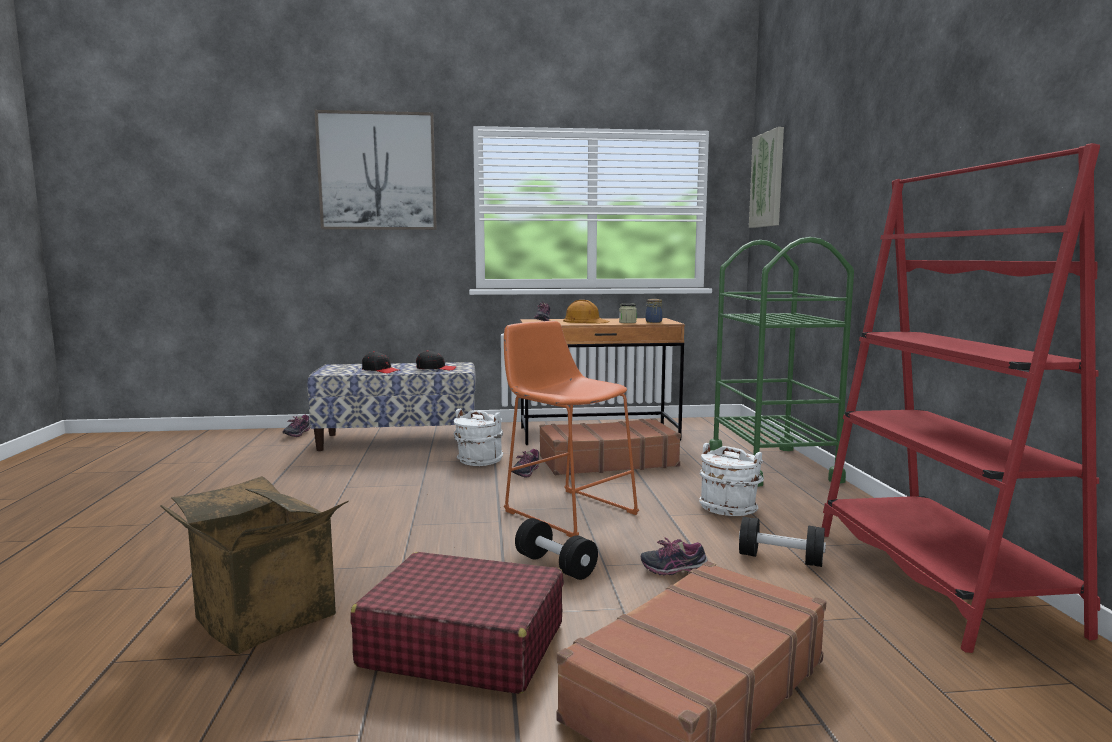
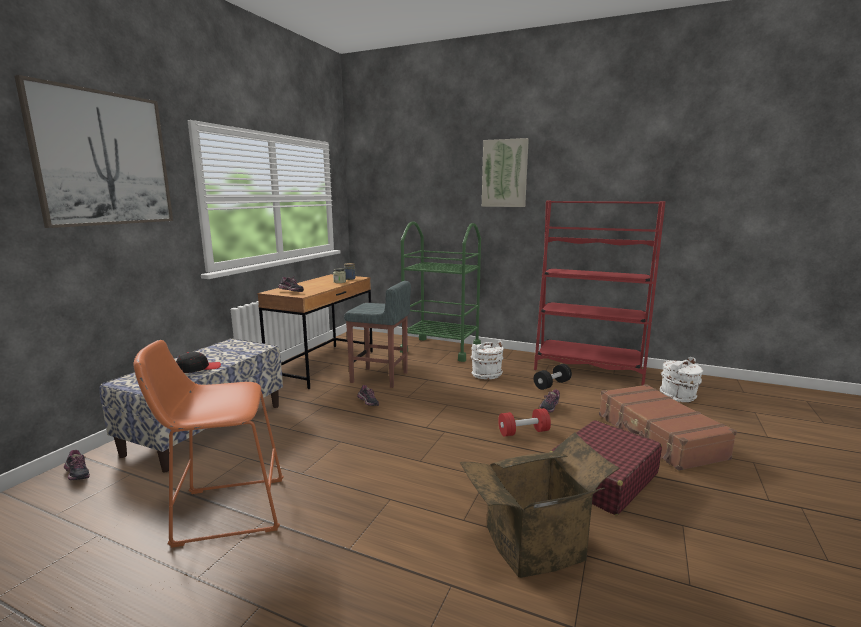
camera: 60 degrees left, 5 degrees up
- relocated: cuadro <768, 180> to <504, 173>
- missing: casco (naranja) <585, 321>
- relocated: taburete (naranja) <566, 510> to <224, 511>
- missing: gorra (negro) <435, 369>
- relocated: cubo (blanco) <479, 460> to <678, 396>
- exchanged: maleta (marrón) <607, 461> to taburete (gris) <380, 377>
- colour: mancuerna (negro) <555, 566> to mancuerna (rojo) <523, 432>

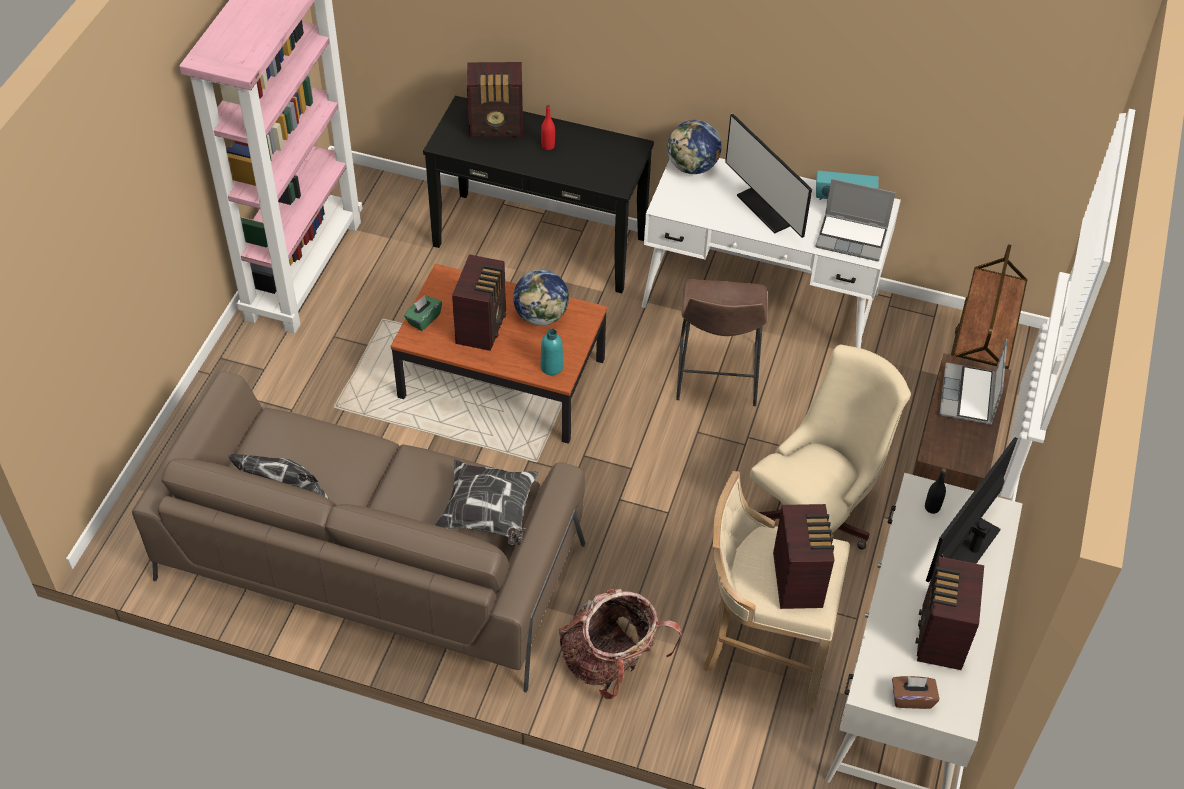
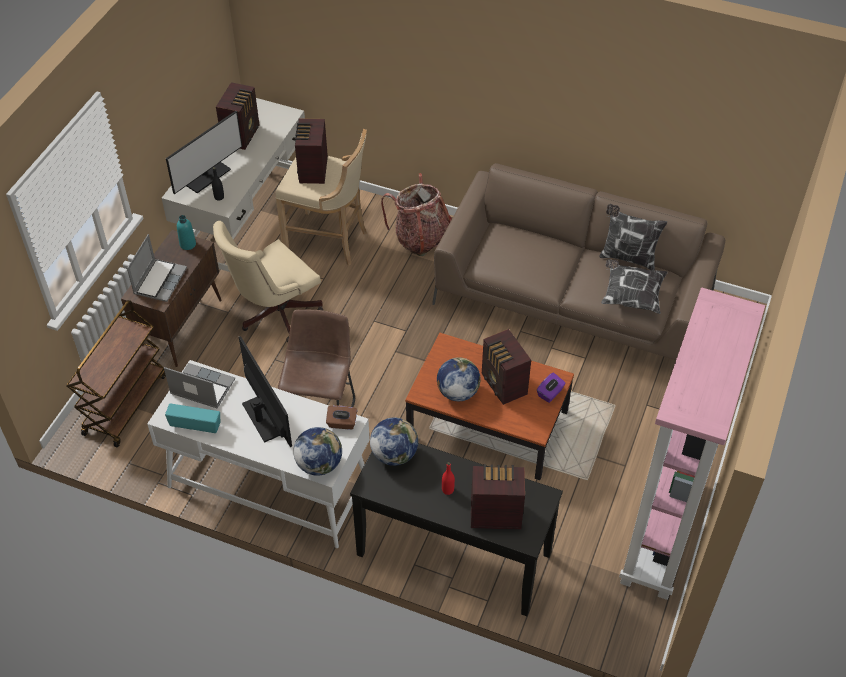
camera: 175 degrees left, 0 degrees up
- spun: radio <482, 326> = <503, 385> 45 degrees counterclockwise
- colour: caja de pañuelos (verde) <423, 319> to caja de pañuelos (morado) <550, 393>
- relocated: botella (turquesa) <551, 367> to <188, 244>
- relocated: cojín <489, 514> to <631, 295>
- relocated: caja de pañuelos (marrón) <912, 698> to <342, 423>
- appeared: globo terráqueo <394, 454>

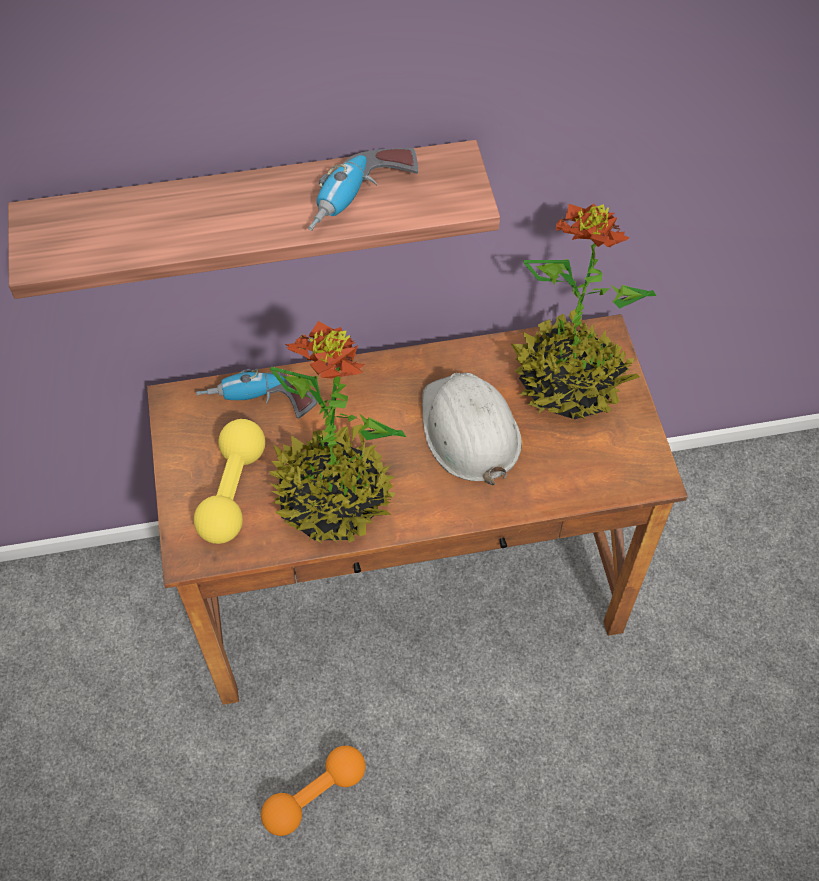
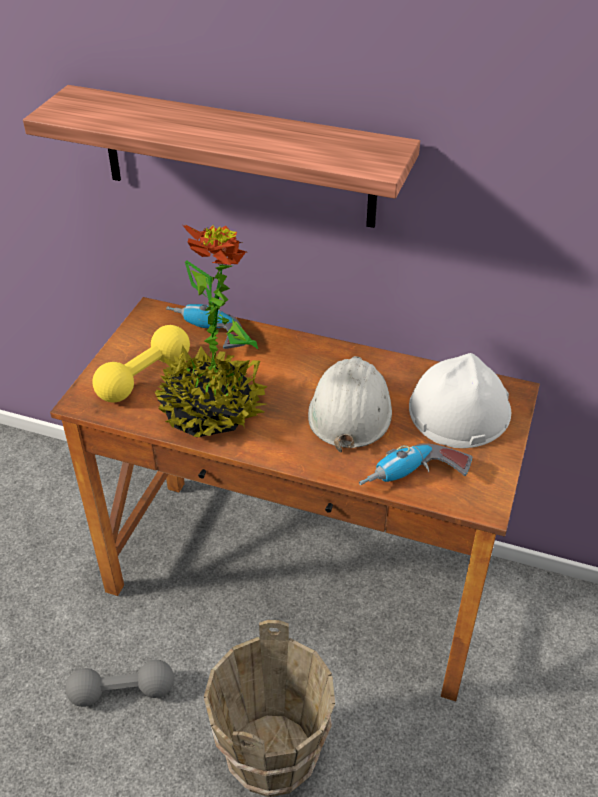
camera: 30 degrees right, 15 degrees down
- relocated: taladro <361, 200> to <414, 479>
- exchanged: planta en maceta <569, 381> to casco (blanco) <458, 410>
- colour: mancuerna (naranja) <315, 795> to mancuerna (gris) <122, 692>
- appeared: cubo (marrón) <273, 756>

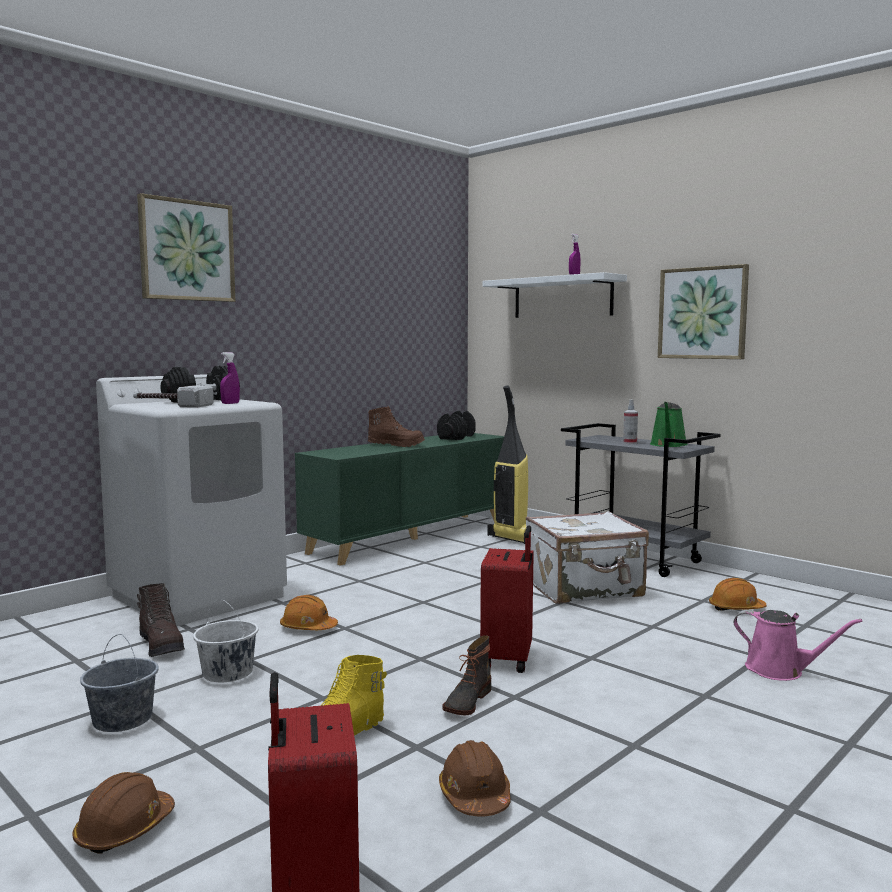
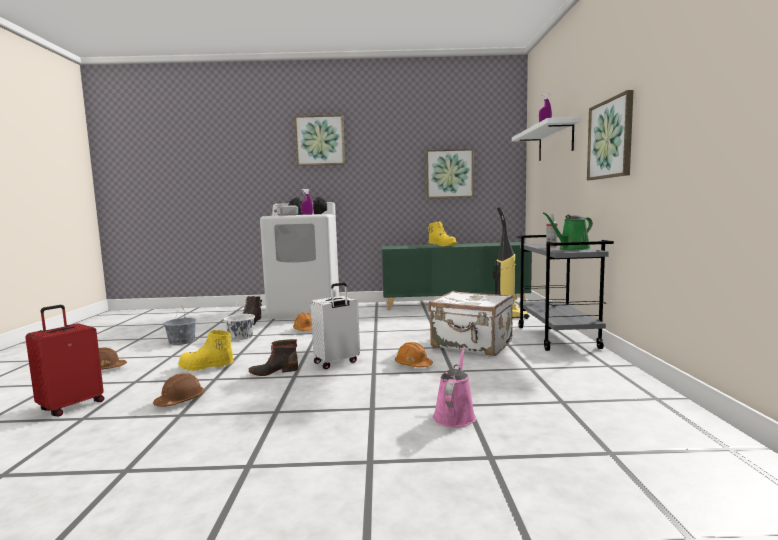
camera: 45 degrees right, 0 degrees up
- colour: bota (marrón) <396, 445> to bota (amarillo) <442, 245>
- missing: mancuerna (negro) <456, 437>
- colour: maleta (rojo) <509, 659> to maleta (blanco) <337, 362>
- relocated: casco (naranja) <736, 608> to <413, 365>
- spun: regadera (rosa) <780, 670> = <455, 415> 150 degrees counterclockwise
- appeared: cuadro <449, 173>

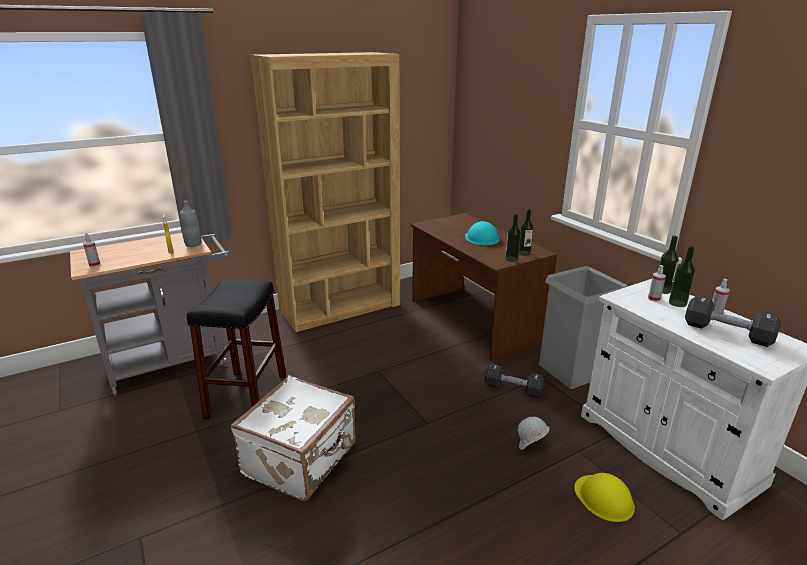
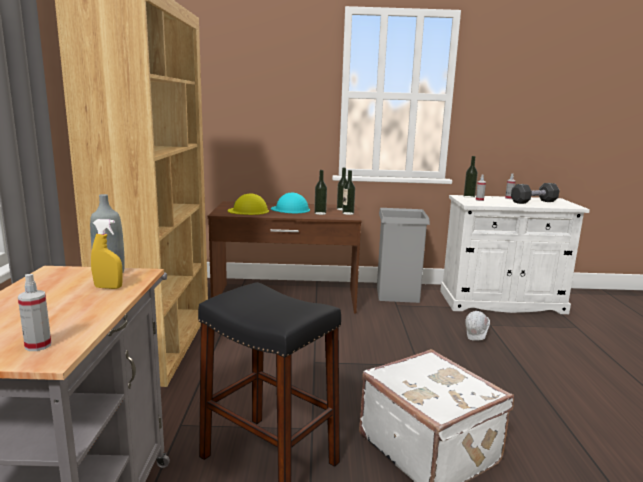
camera: 60 degrees left, 10 degrees down
- relocated: botella <677, 303> to <320, 213>
- missing: mancuerna (negro) <513, 389>
- relocated: casco (amarillo) <604, 498> to <248, 211>

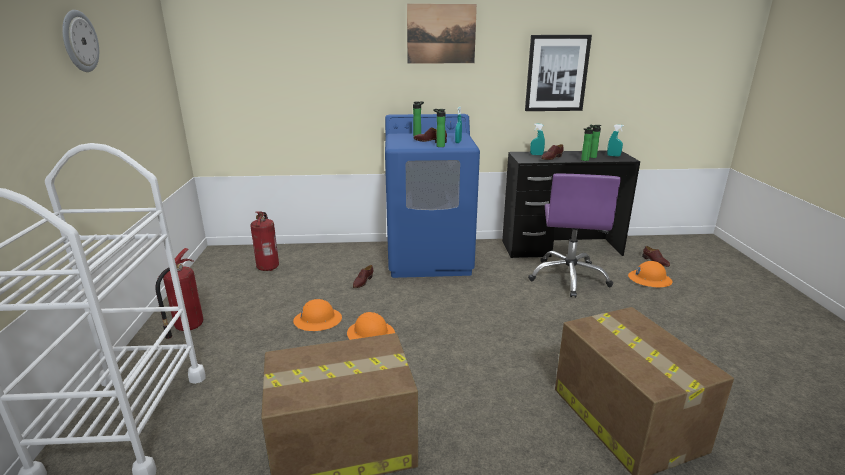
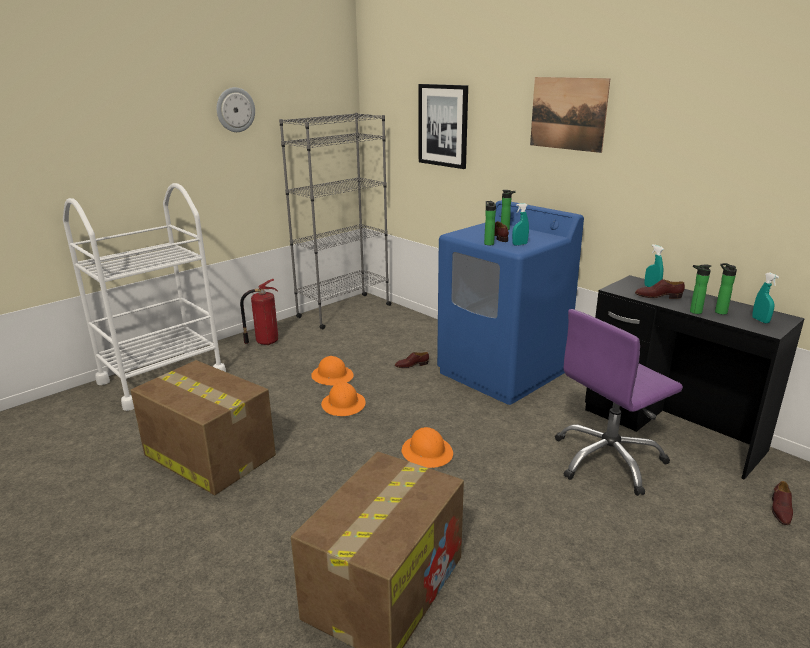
camera: 50 degrees right, 0 degrees up
- relocated: cuadro <556, 73> to <443, 125>
- missing: extintor <268, 267>
- relocated: casco (naranja) <649, 279> to <427, 453>
- appeared: estantería (gris) <344, 311>

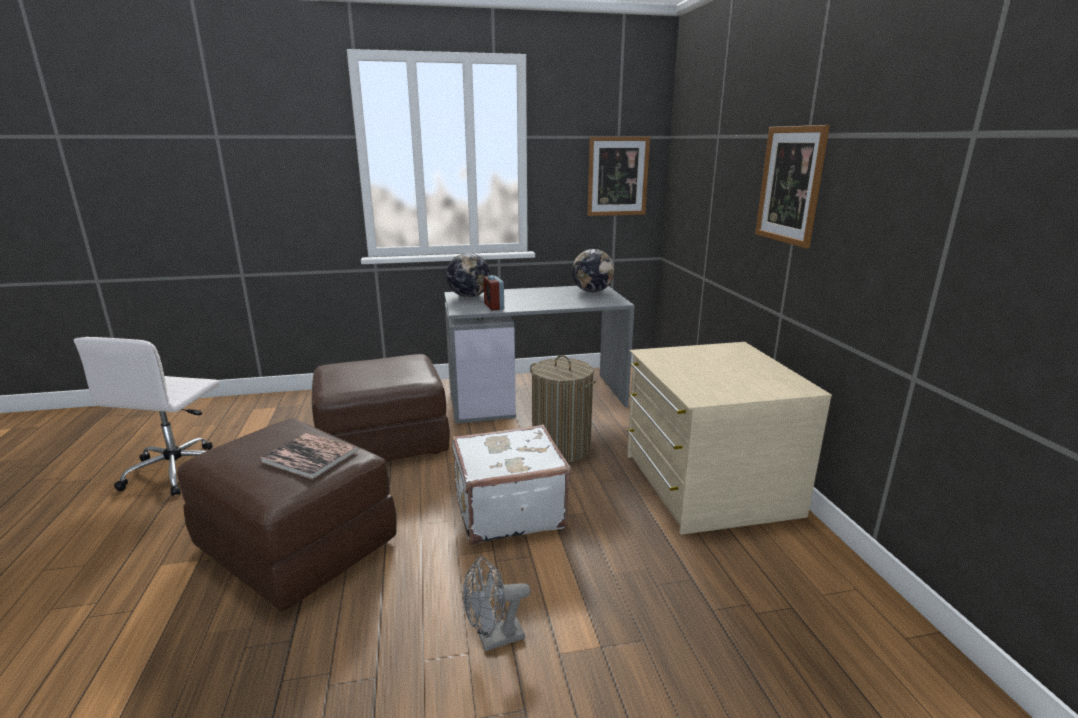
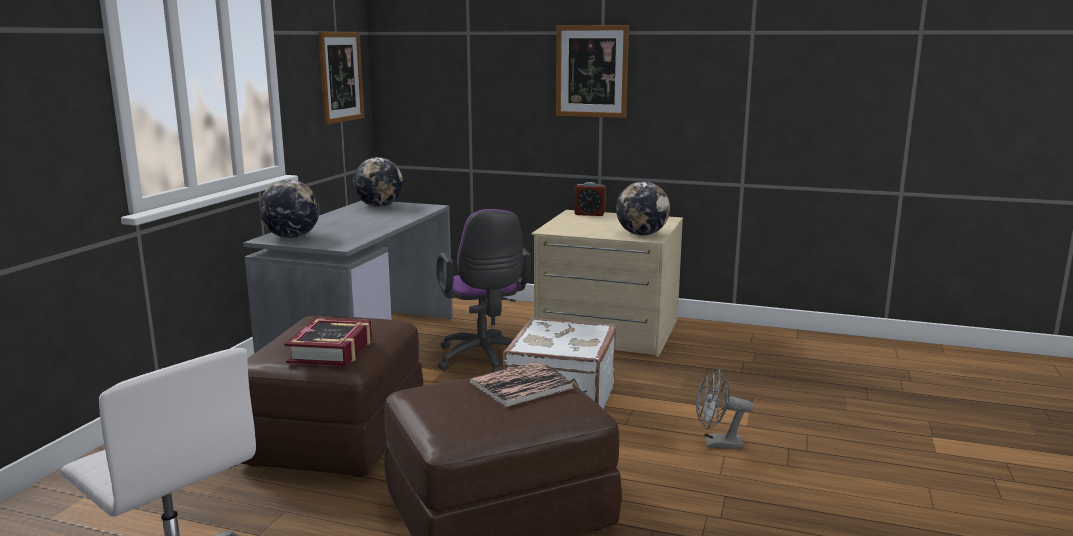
camera: 60 degrees left, 5 degrees down
- relocated: despertador <494, 306> to <589, 214>
- exchanged: cesto de la ropa <561, 448> to silla de oficina (morado) <484, 360>
- spun: ventilador (gris) <494, 639> = <717, 444> 90 degrees clockwise
- appeared: globo terráqueo <641, 234>
- appeared: libro <332, 350>

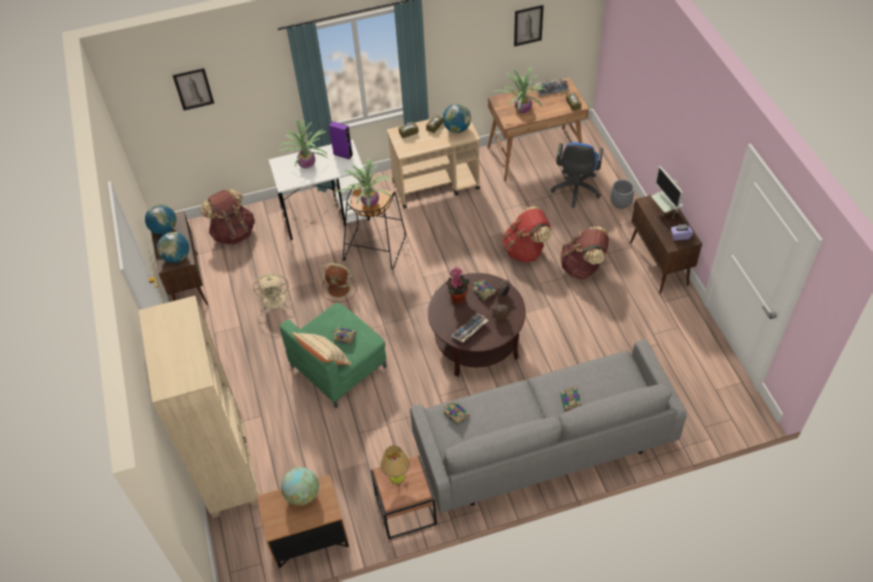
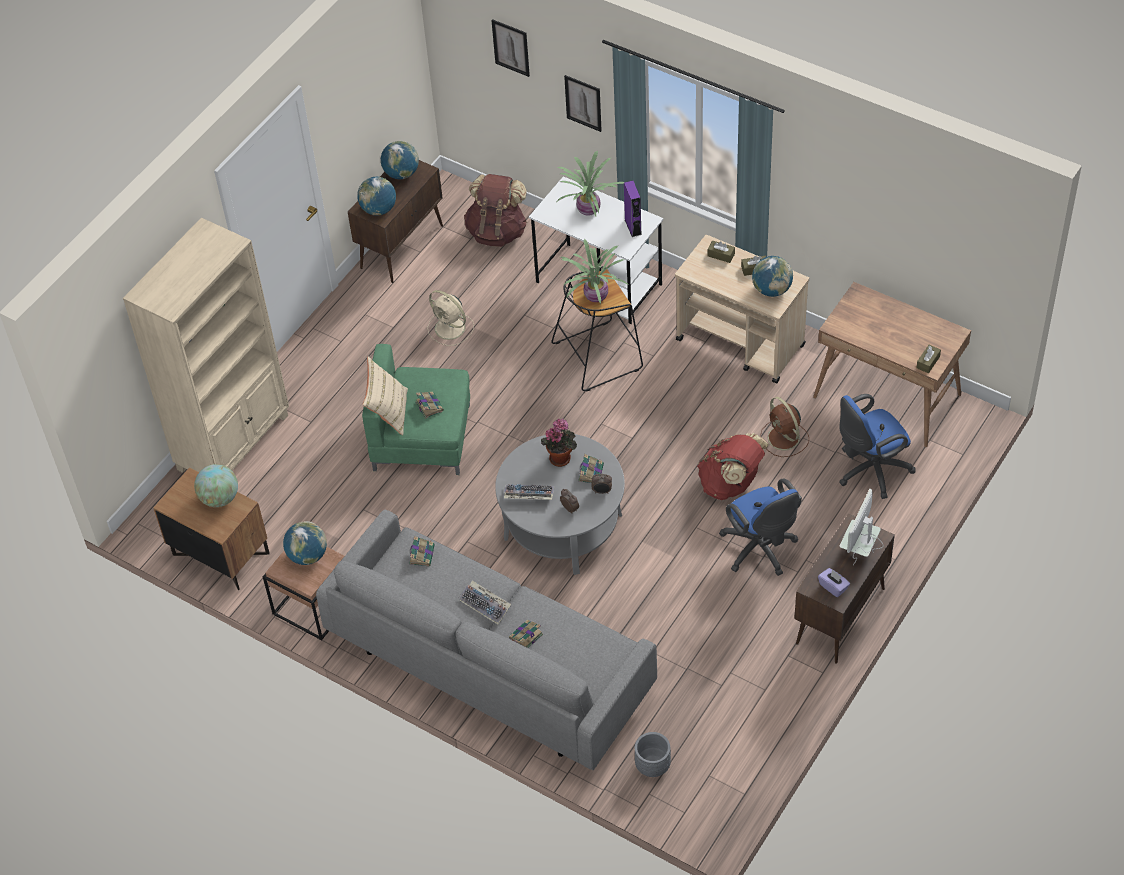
camera: 50 degrees right, 0 degrees up
- relocated: cuadro <528, 25> to <583, 103>
- missing: planta en maceta <522, 109>
- relocated: teclado <552, 89> to <486, 605>
- relocated: maceta (gris) <620, 203> to <652, 766>
- exchanged: mochila (marrón) <583, 267> to silla de oficina (azul) <760, 550>
- relocated: ventilador (marrón) <340, 289> to <784, 439>
- colour: mesa de centro (marrón) <476, 342> to mesa de centro (gris) <562, 526>
- exchanged: lámpara de mesa <396, 476> to globo terráqueo <308, 556>

